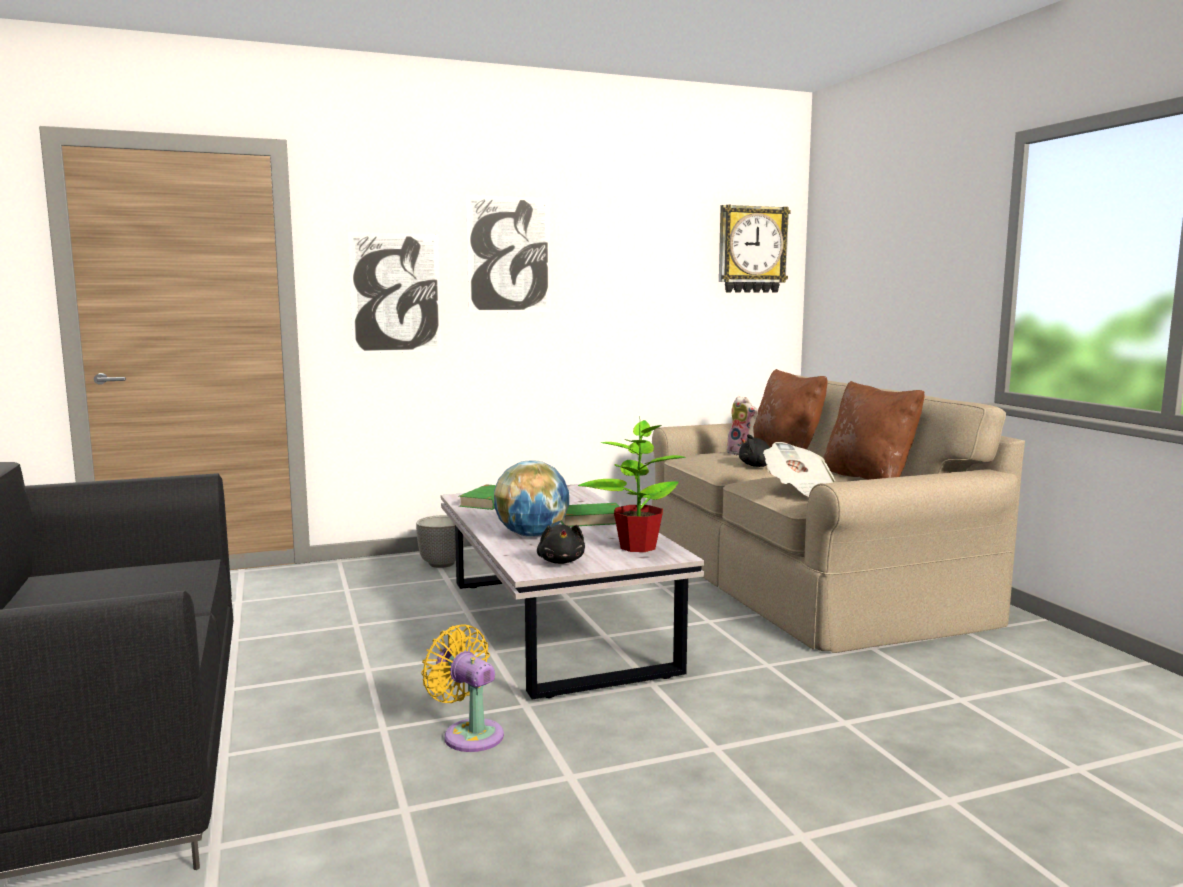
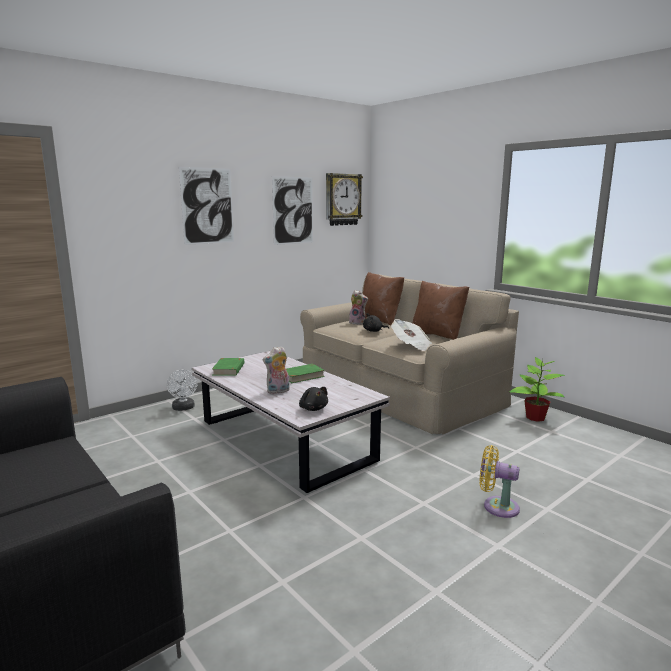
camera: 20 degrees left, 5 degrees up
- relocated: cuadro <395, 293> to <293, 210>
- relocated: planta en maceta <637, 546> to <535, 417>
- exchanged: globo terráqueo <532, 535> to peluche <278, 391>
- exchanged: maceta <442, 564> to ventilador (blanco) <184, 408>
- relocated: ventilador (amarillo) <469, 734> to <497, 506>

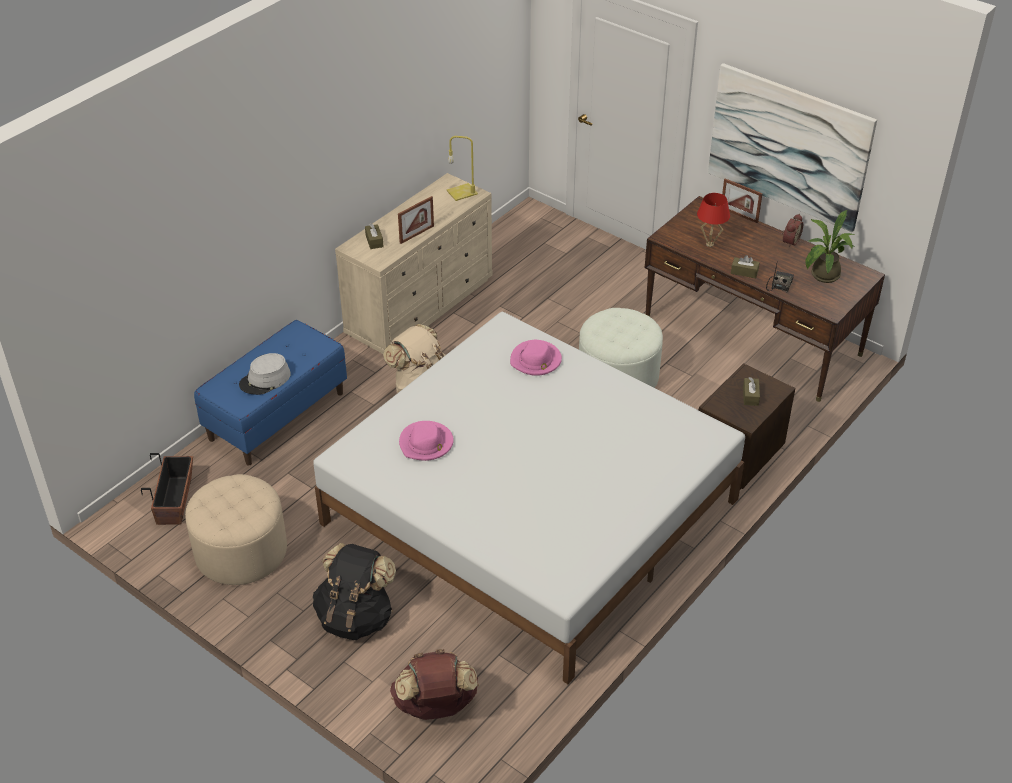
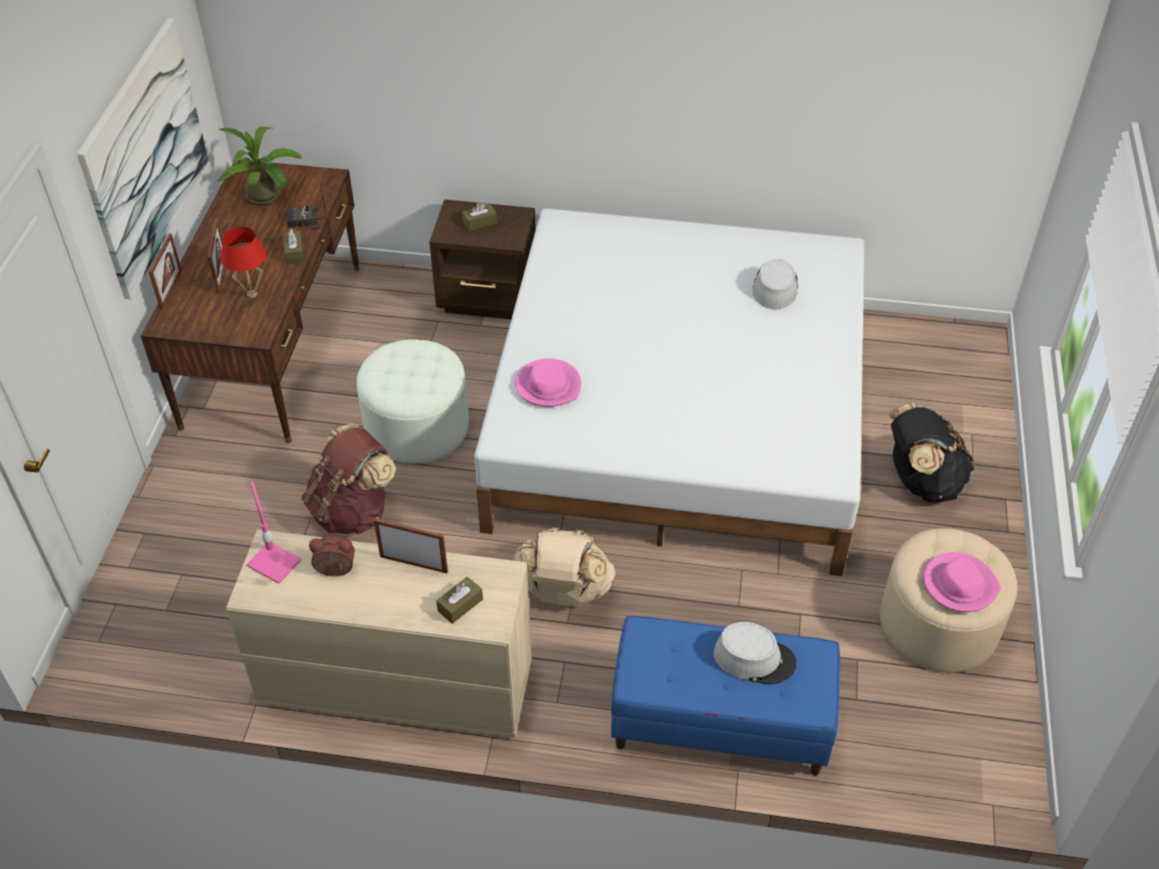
camera: 120 degrees left, 5 degrees up
- colour: lámpara de mesa (amarillo) <462, 192> to lámpara de mesa (rosa) <272, 562>
- relocated: despertador <789, 241> to <335, 571>
- relocated: sombrero (rosa) <426, 443> to <959, 585>
- missing: maceta <175, 500>
- relocated: mochila (marrón) <435, 706> to <353, 510>
- appeared: portarretratos <221, 274>
- appeared: sombrero (gris) <775, 287>

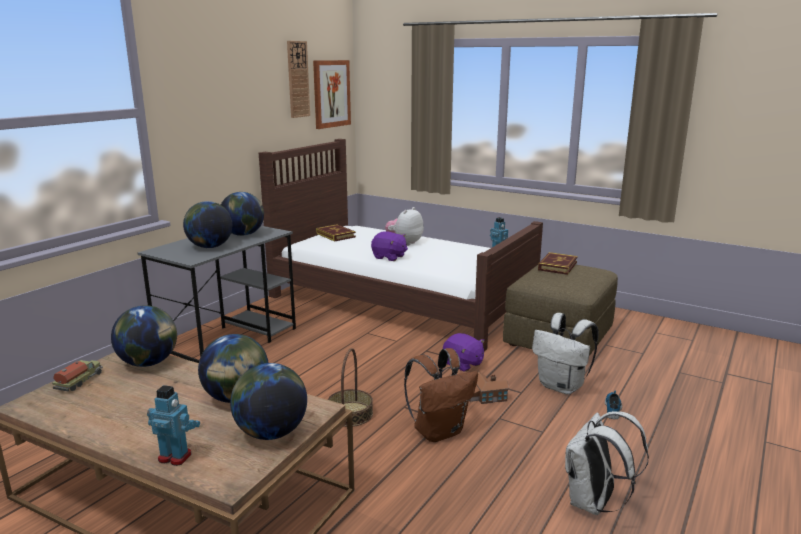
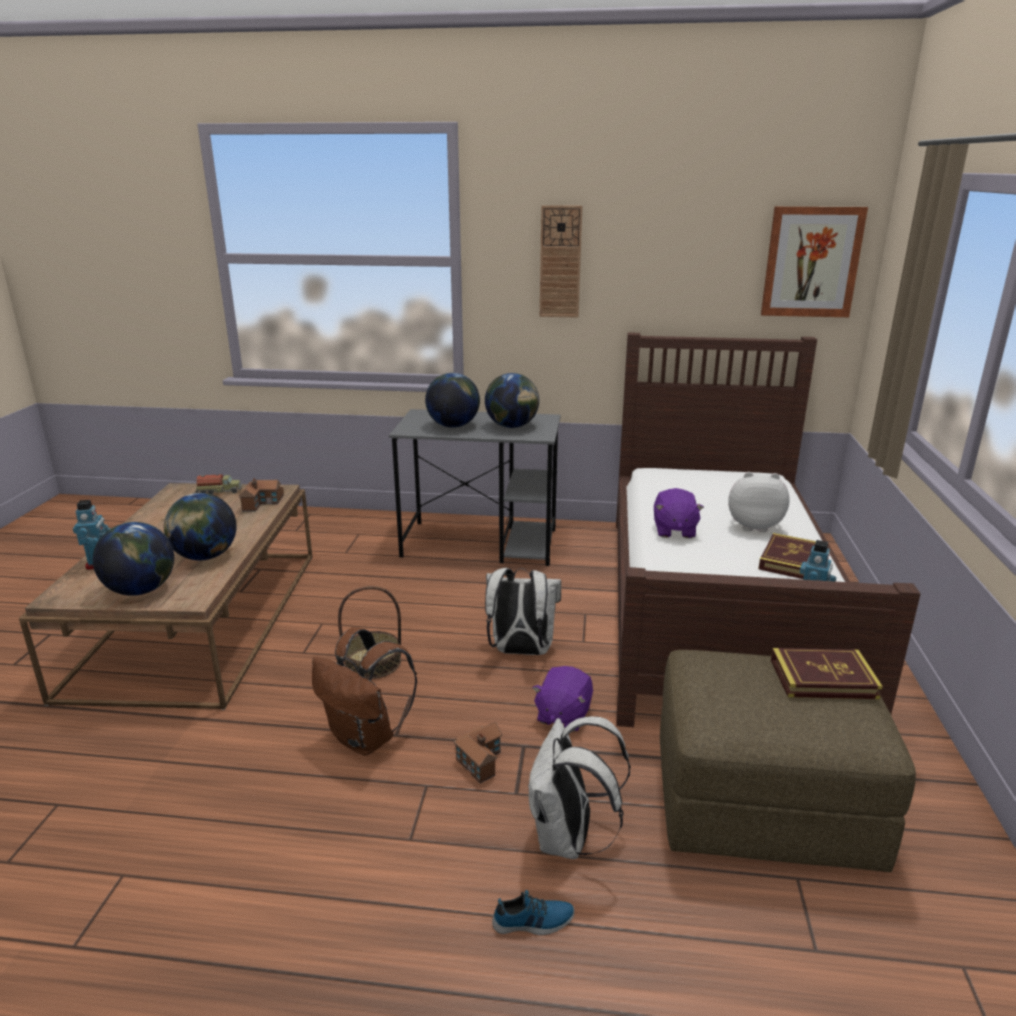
camera: 65 degrees right, 5 degrees up
- relocated: reloj de pared <298, 79> to <560, 262>
- relocated: libro <335, 235> to <789, 560>
- exchanged: globo terráqueo <149, 363> to casita <263, 502>
- relocated: mochila (blanco) <593, 503> to <520, 651>

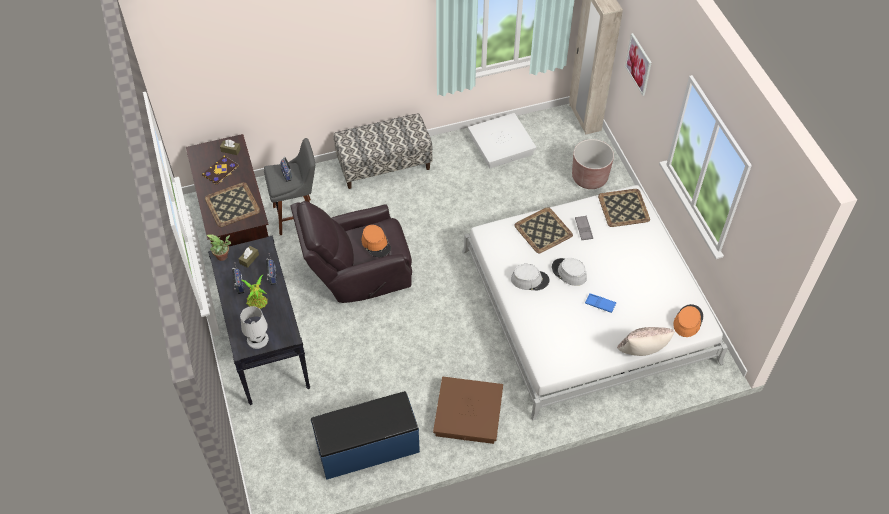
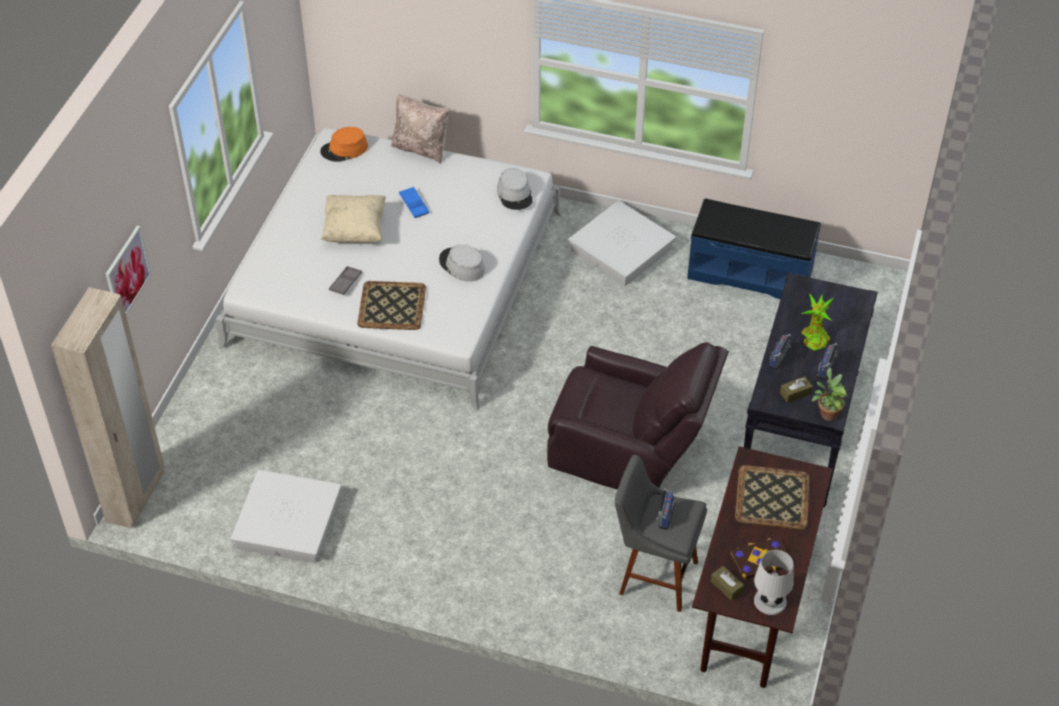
camera: 145 degrees left, 5 degrees down
- missing: banco <384, 165>
- missing: maceta (marrón) <589, 177>
- missing: bandeja <624, 208>
- missing: sombrero (naranja) <376, 244>
- relocated: sombrero (gris) <569, 272> to <515, 194>
- relocated: lámpara de mesa (blanco) <257, 339> to <769, 601>
- colour: caja de almacenaje (marrón) <468, 413> to caja de almacenaje (blanco) <621, 250>
- appeared: cojín (beis) <355, 230>

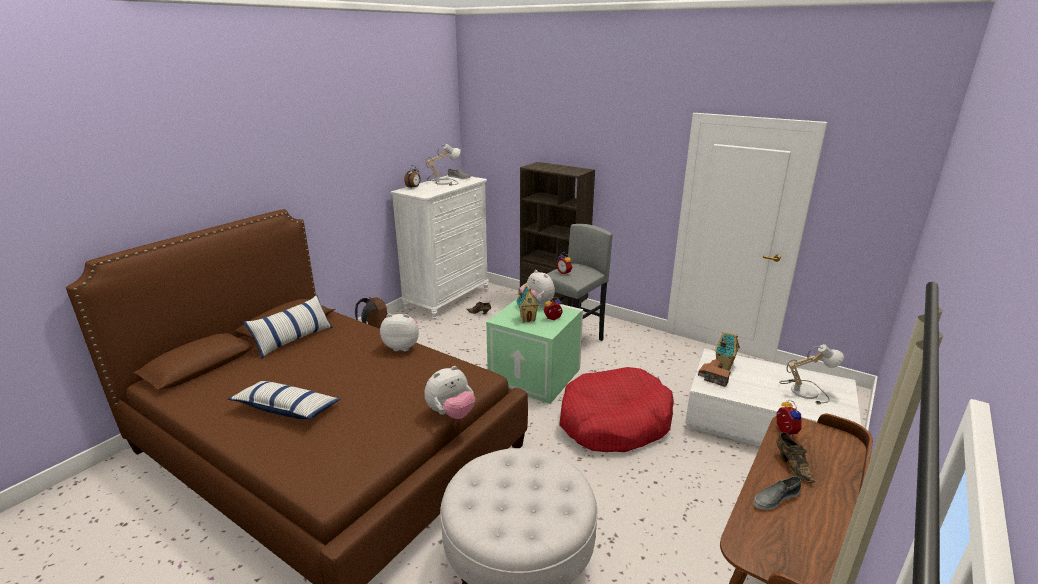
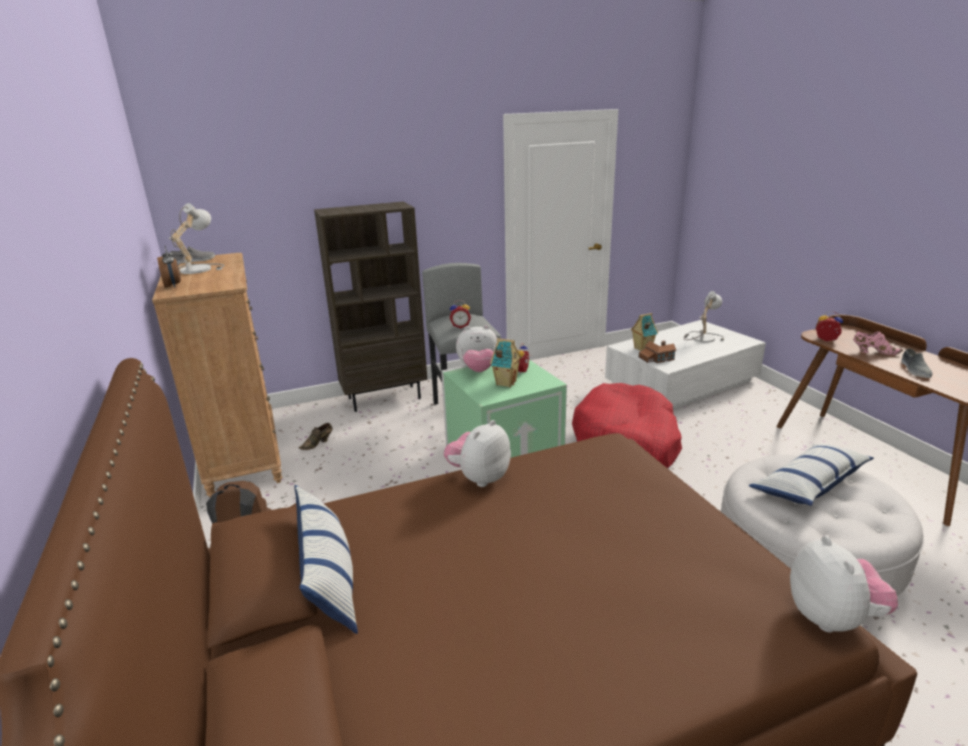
camera: 55 degrees left, 0 degrees up
- colour: cómoda (blanco) <447, 299> to cómoda (marrón) <242, 455>
- relocated: peluche <451, 413> to <832, 618>
- relocated: cojín <286, 408> to <809, 484>
- colour: zapato (marrón) <792, 466> to zapato (rosa) <873, 352>

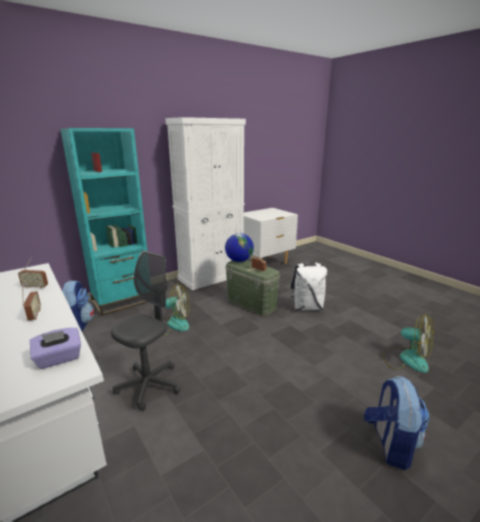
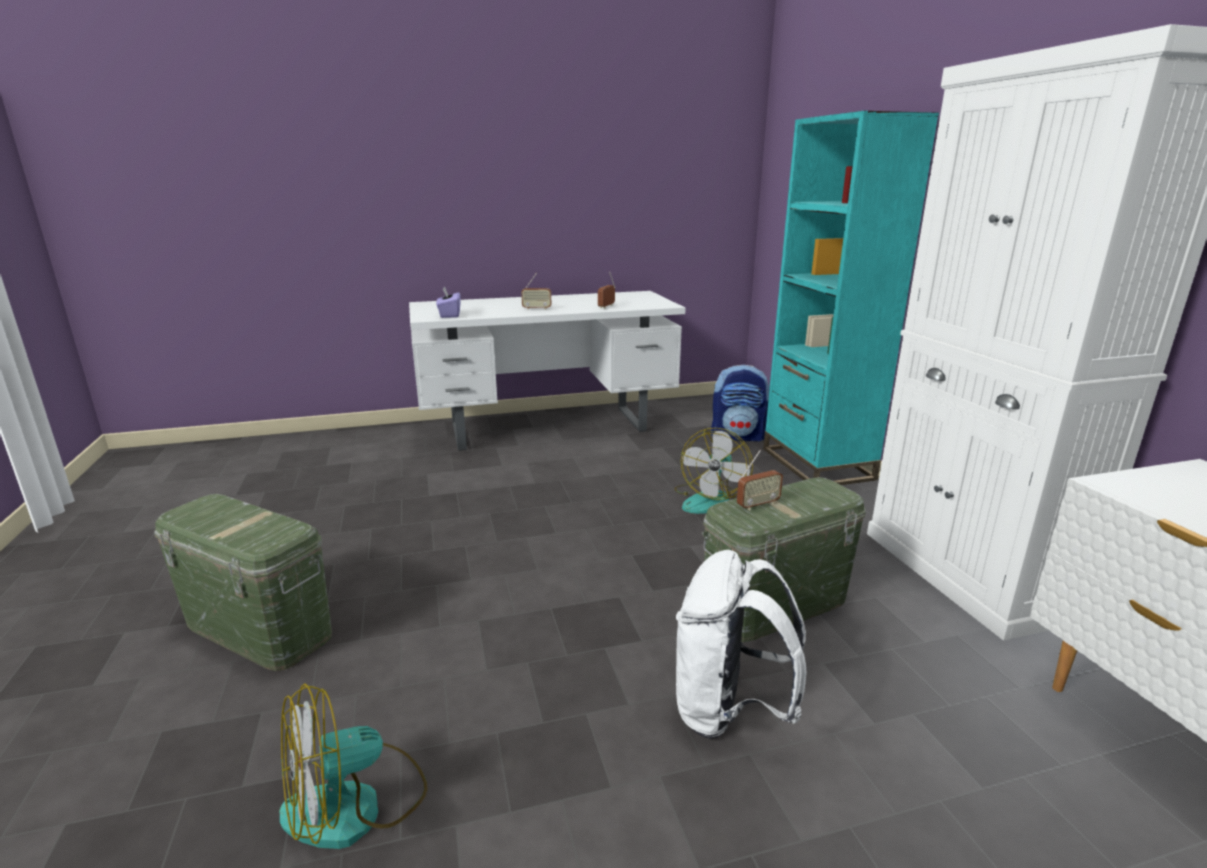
camera: 110 degrees right, 0 degrees up
- missing: globo terráqueo <239, 261>
- missing: silla de oficina (gris) <149, 386>
- exchanged: mochila <390, 444> to caja de almacenaje (verde) <260, 629>

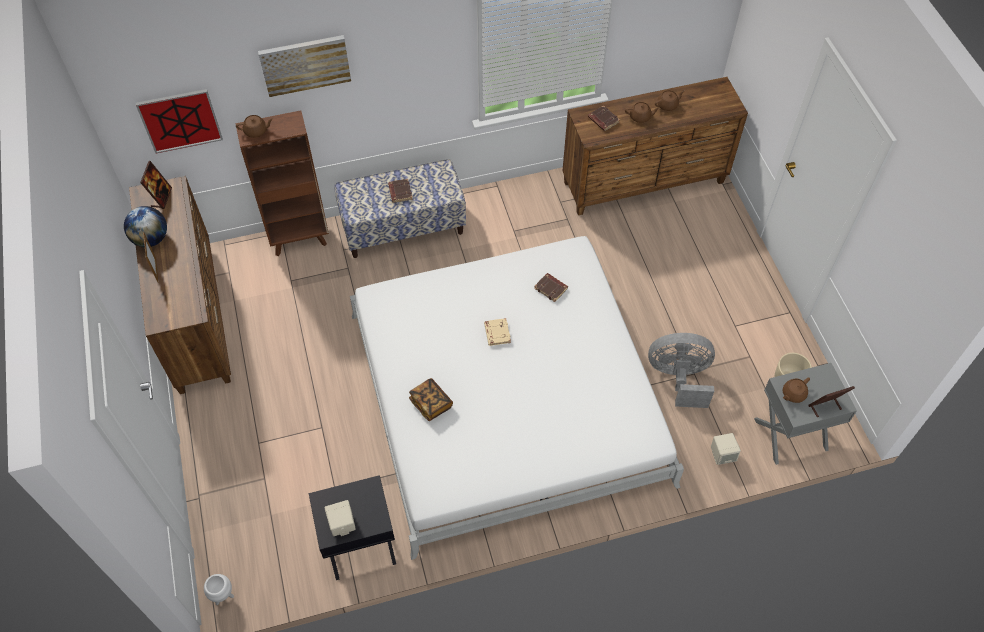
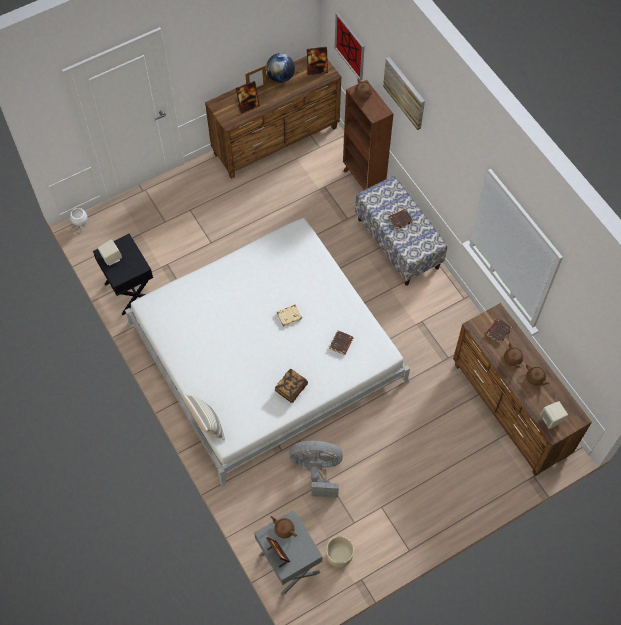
camera: 75 degrees right, 5 degrees up
- spun: ventilador (gris) <679, 378> = <317, 470> 75 degrees counterclockwise
- relocated: libro <431, 403> to <291, 388>
- relocated: altavoz (beis) <722, 455> to <551, 419>
- appeared: portarretratos <248, 106>
- appeared: cojín <207, 424>

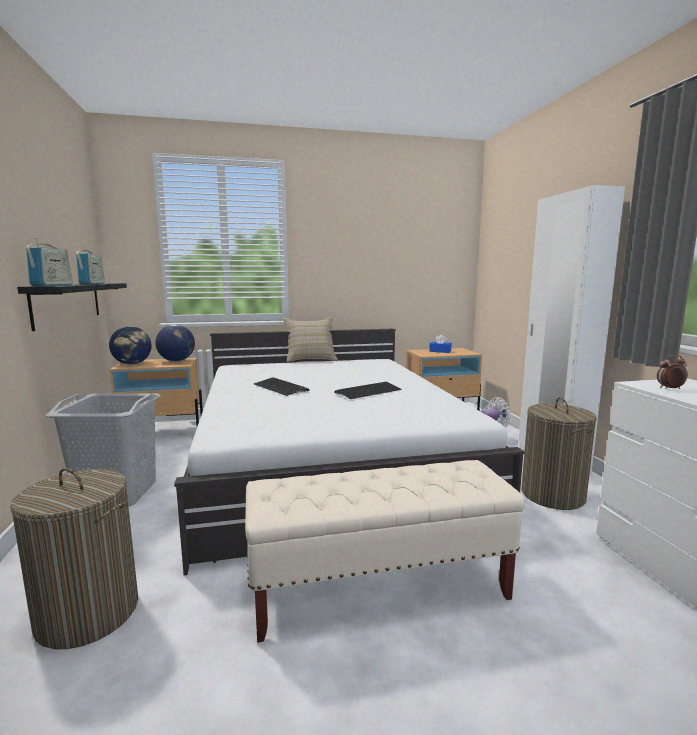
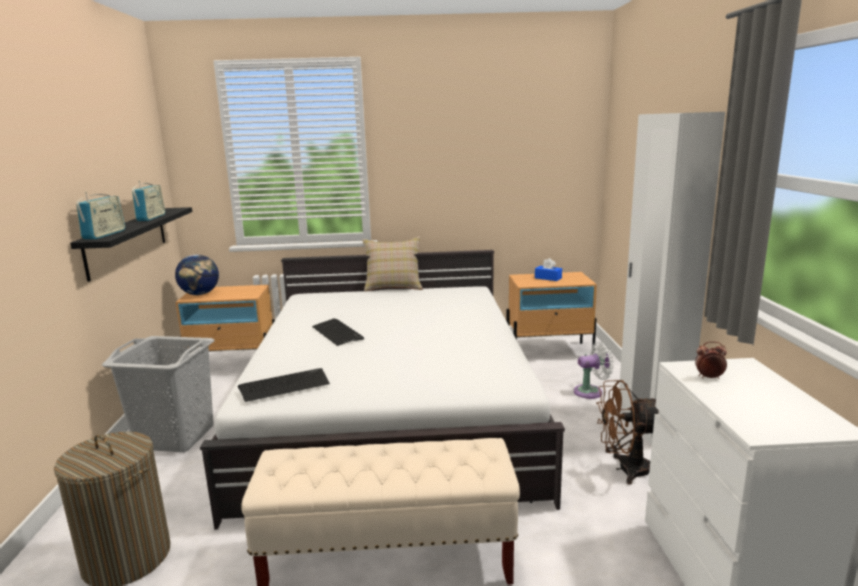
camera: 10 degrees right, 5 degrees up
- missing: globo terráqueo <176, 361>
- relocated: teclado <368, 391> to <284, 386>
- exchanged: cesto de la ropa <553, 495> to ventilador (marrón) <625, 469>

